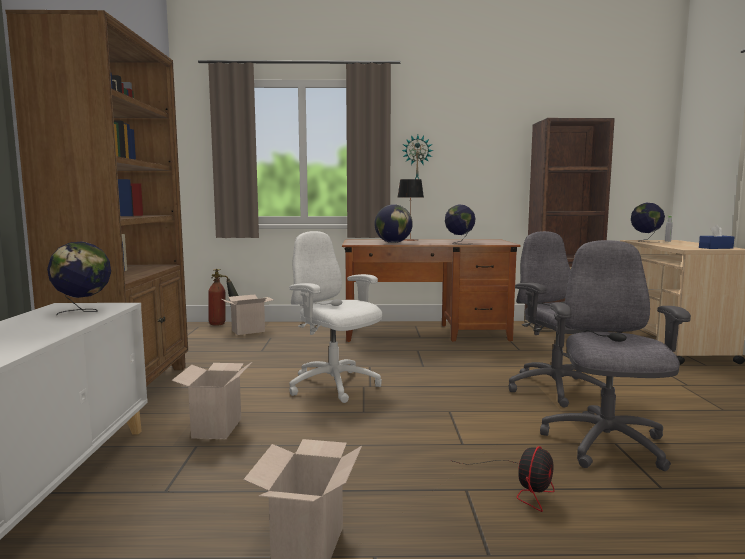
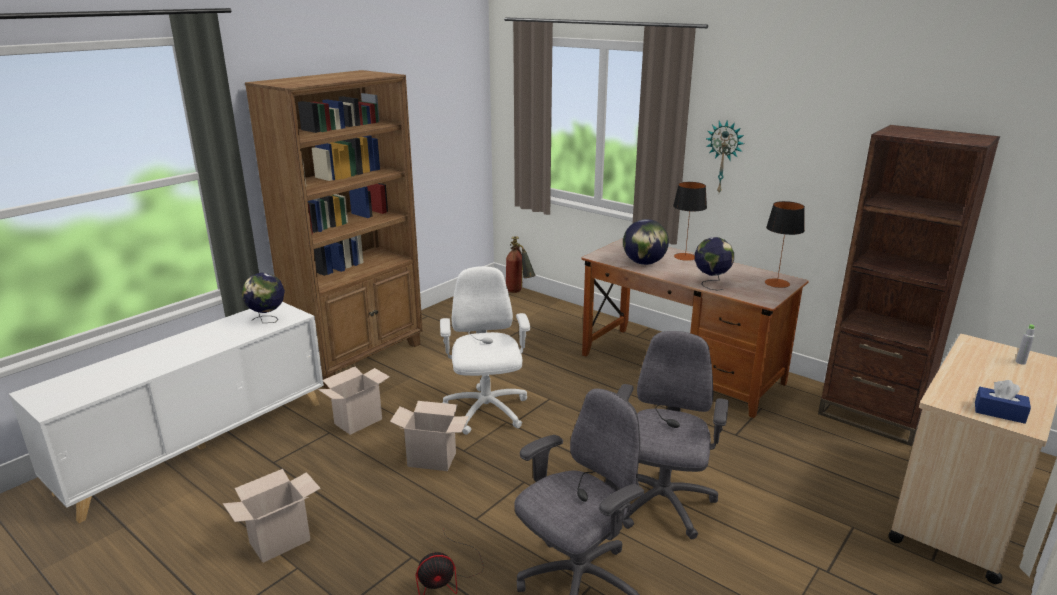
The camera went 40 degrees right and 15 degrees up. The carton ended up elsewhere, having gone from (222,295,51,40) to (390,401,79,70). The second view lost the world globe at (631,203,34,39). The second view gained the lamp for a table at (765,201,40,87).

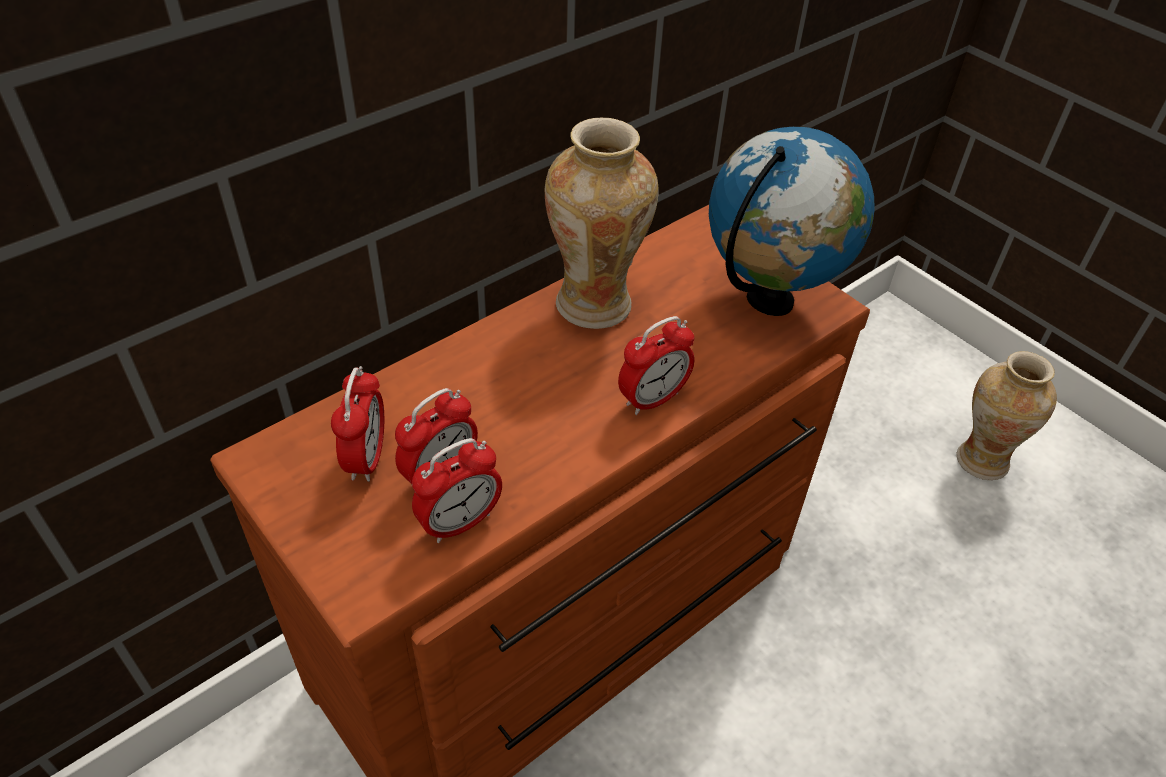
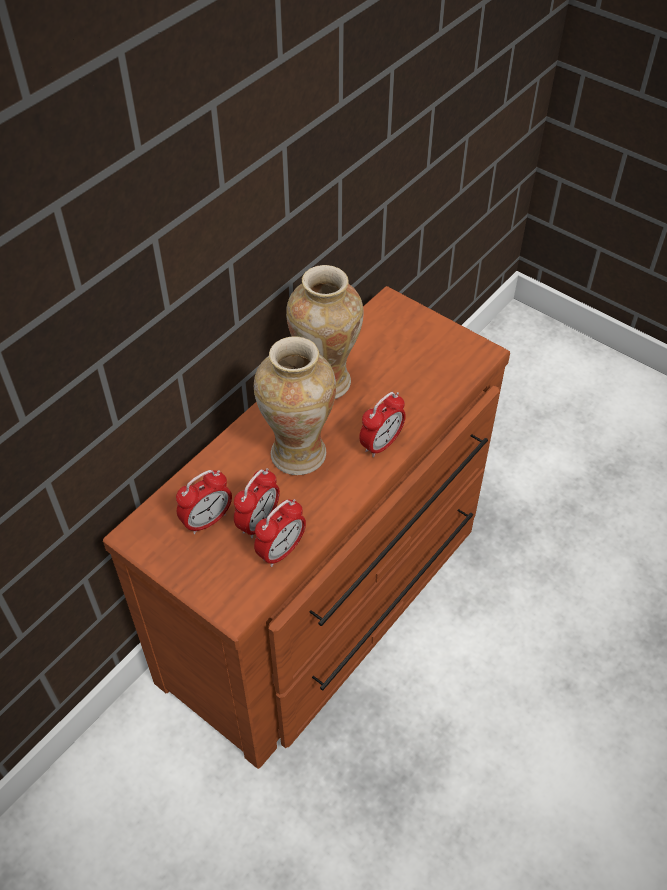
The camera went 10 degrees left and 5 degrees up. The table clock at (331,366,53,116) ended up facing another way, 60 degrees clockwise from before. The second view lost the world globe at (709,127,166,189). The flower vase ended up elsewhere, having gone from (956,351,101,129) to (254,337,82,138).

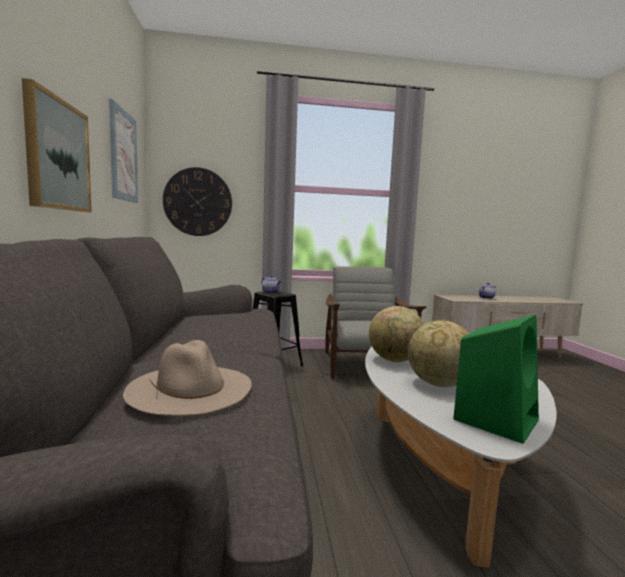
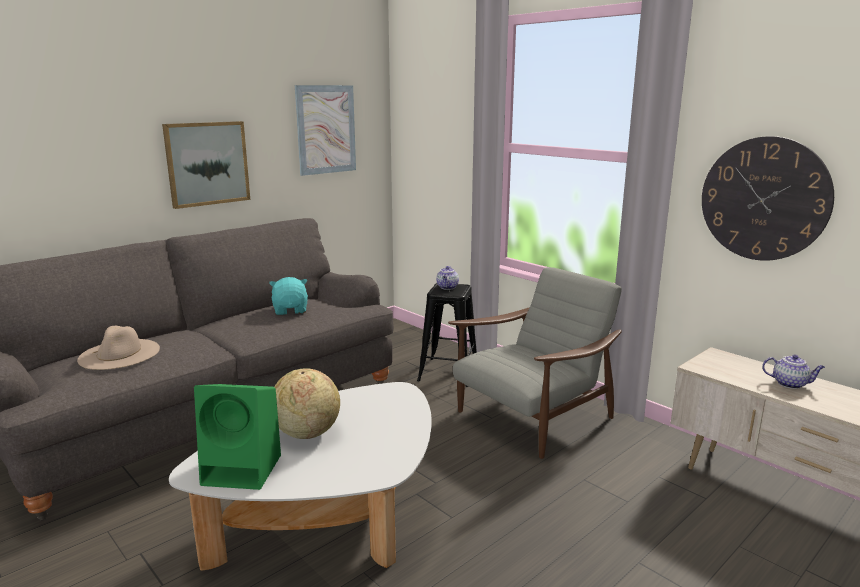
The camera went 55 degrees right and 10 degrees up. The wall clock ended up elsewhere, having gone from (163,167,69,69) to (702,136,132,125). The second view lost the world globe at (369,306,55,56). The second view gained the blue-green plush toy at (269,277,39,38).

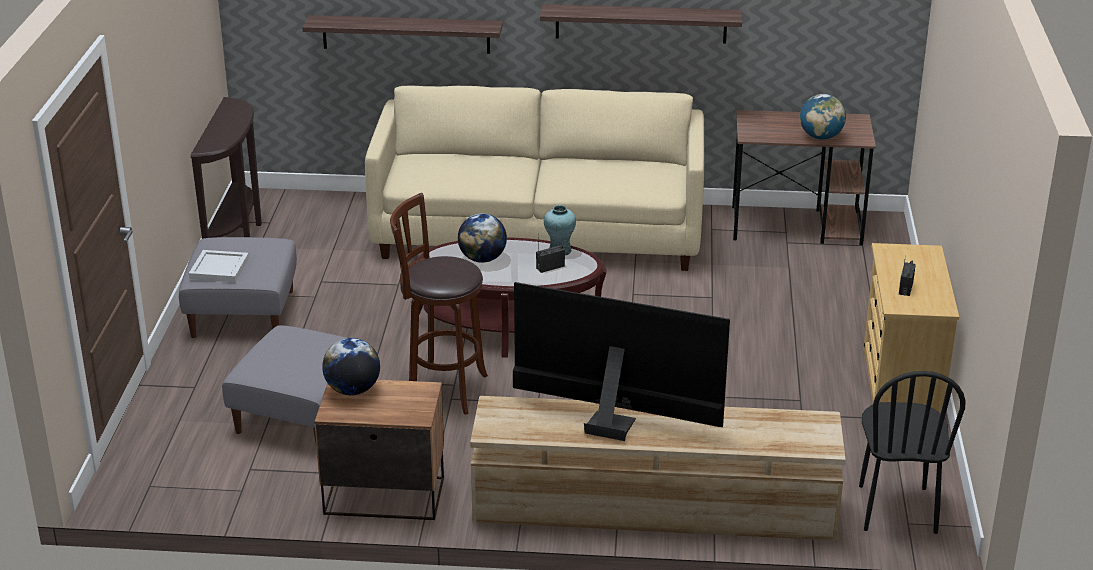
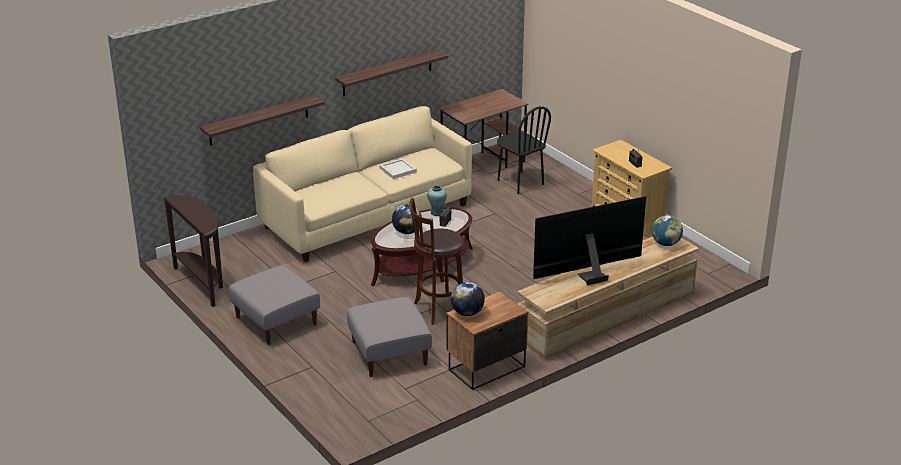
The camera went 40 degrees left and 0 degrees up. The white-coloured serving tray ended up elsewhere, having gone from (189,250,60,32) to (379,158,38,21). The world globe ended up elsewhere, having gone from (800,94,46,46) to (652,215,31,31). The blackish plain chair ended up elsewhere, having gone from (859,371,107,163) to (497,106,54,88).

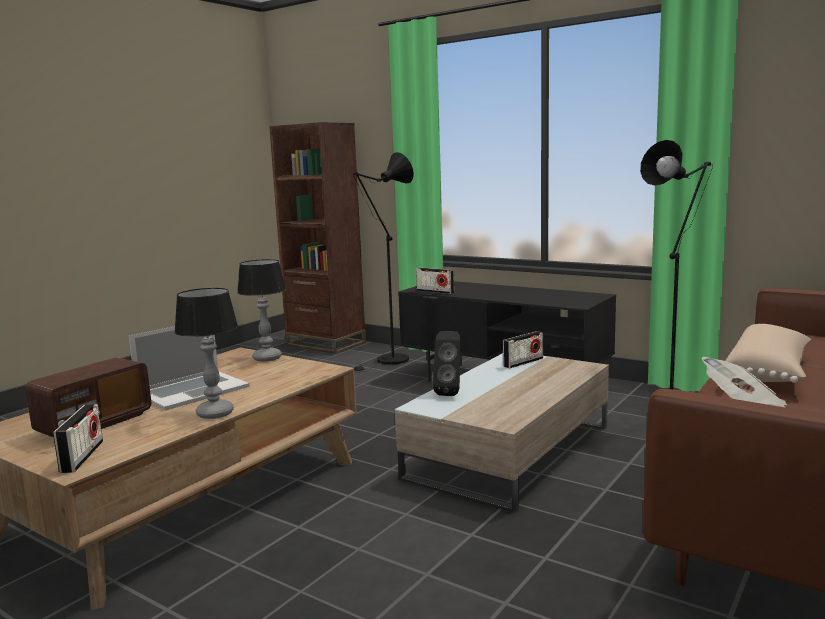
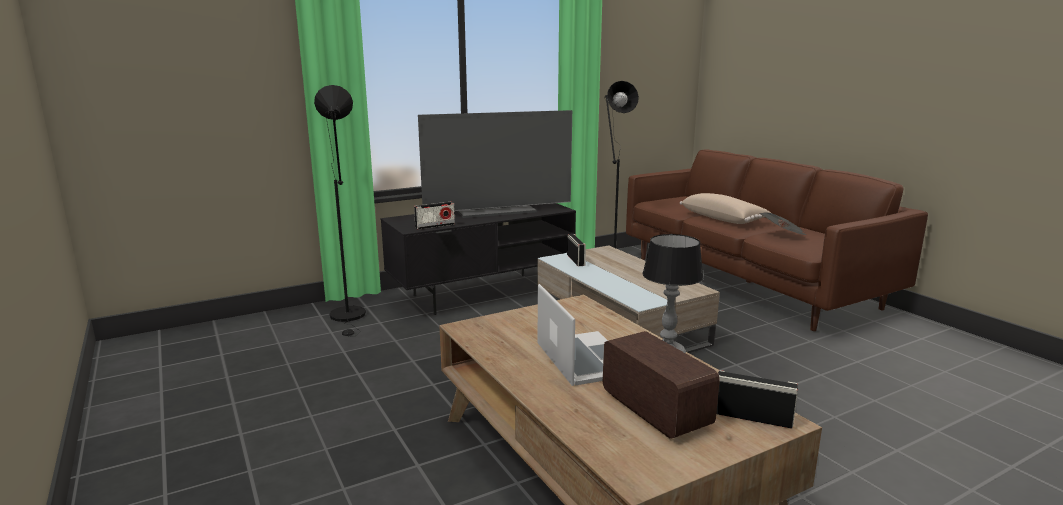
The camera went 65 degrees left and 5 degrees up. The second view lost the lamp for a table at (237,259,49,103). The second view lost the brown-coloured bookcase at (269,122,97,232). The second view lost the blackish audio speaker at (433,331,27,65). The second view gained the TV set at (418,110,154,108).

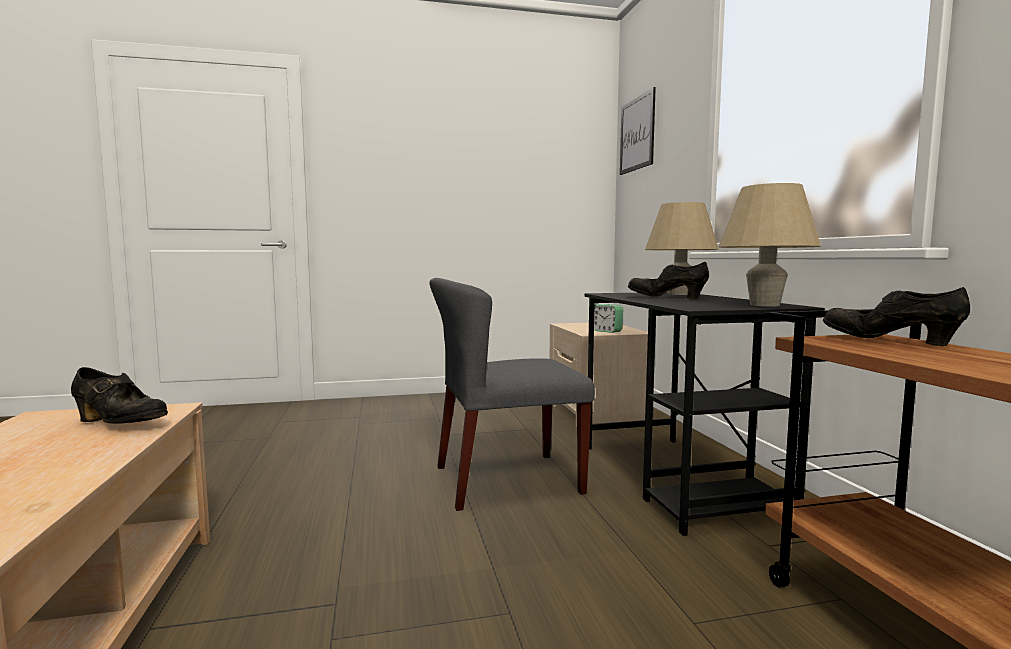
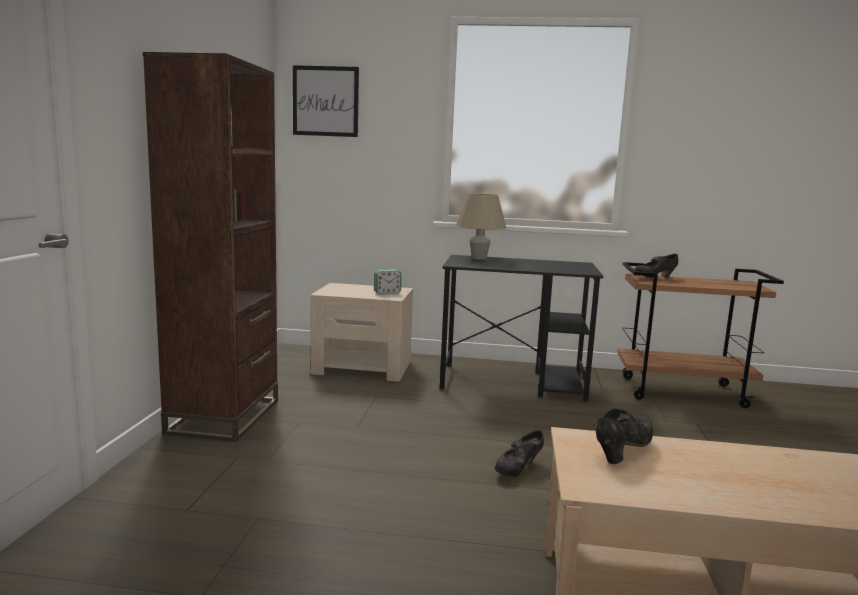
The camera went 70 degrees left and 5 degrees up. The second view lost the gray plain chair at (430,278,165,233). The blackish low shoe ended up elsewhere, having gone from (628,262,81,37) to (495,430,49,47). The second view lost the beige-coloured lamp for a table at (719,183,102,124). The second view gained the brown-coloured bookcase at (143,52,135,390).

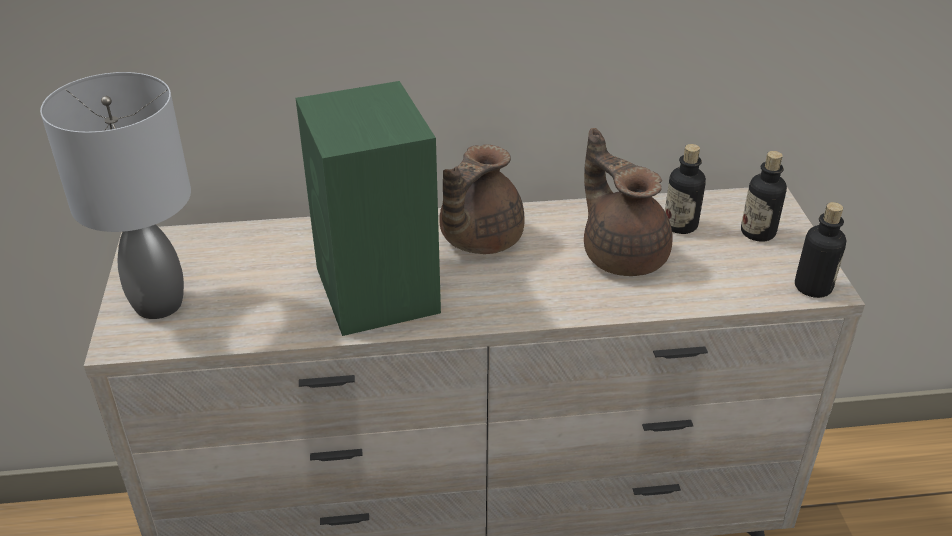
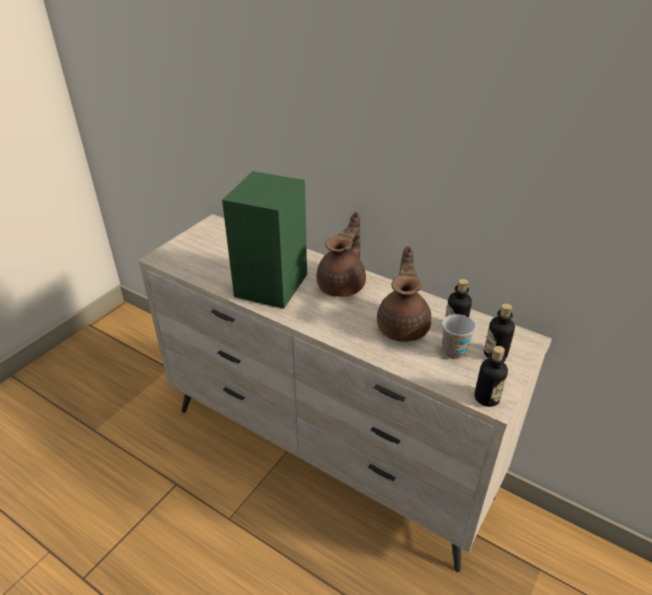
The camera went 40 degrees right and 0 degrees up. The second view lost the gray lamp for a table at (40,72,151,247). The brown-coloured pot for tea at (439,144,86,110) ended up facing another way, 135 degrees clockwise from before. The second view gained the small cup at (442,314,34,45).

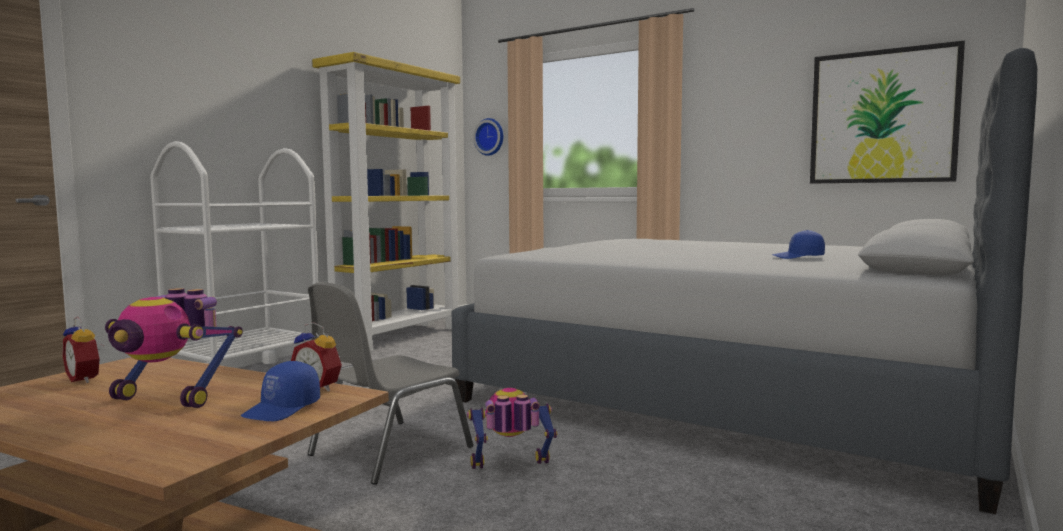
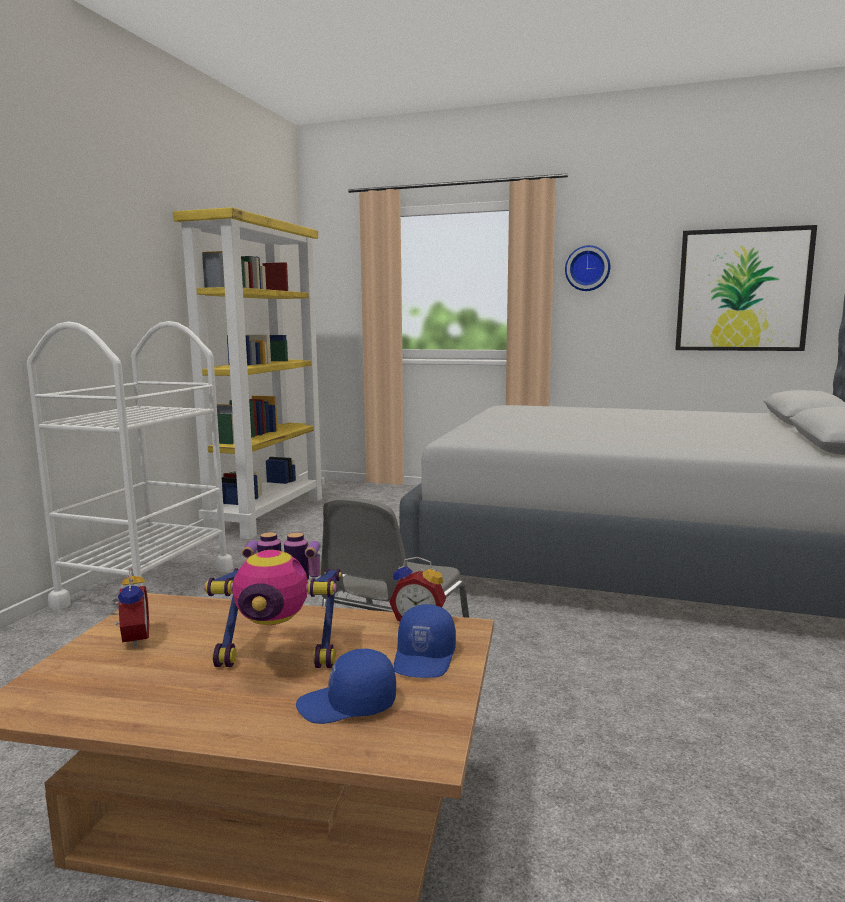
The camera went 15 degrees left and 5 degrees up. The table clock at (62,317,43,66) ended up facing another way, 135 degrees counterclockwise from before. The second view lost the toy robot at (467,388,90,81). The wall clock ended up elsewhere, having gone from (473,118,30,38) to (565,245,45,46). The blue peaked cap ended up elsewhere, having gone from (772,230,53,29) to (296,649,100,75).

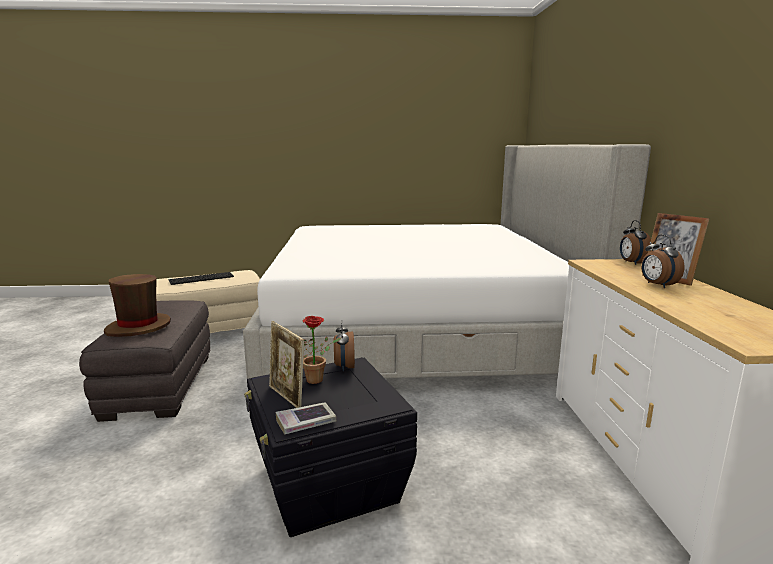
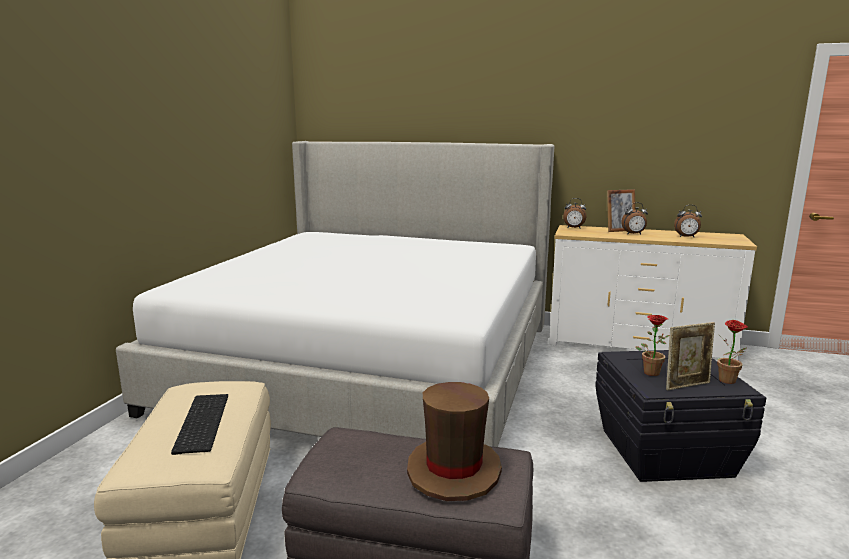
The camera went 70 degrees left and 0 degrees up. Where the volume stood at (275,402,61,32), the houseplant came to stand at (717,320,31,64). The table clock ended up elsewhere, having gone from (334,320,21,51) to (674,205,28,32).

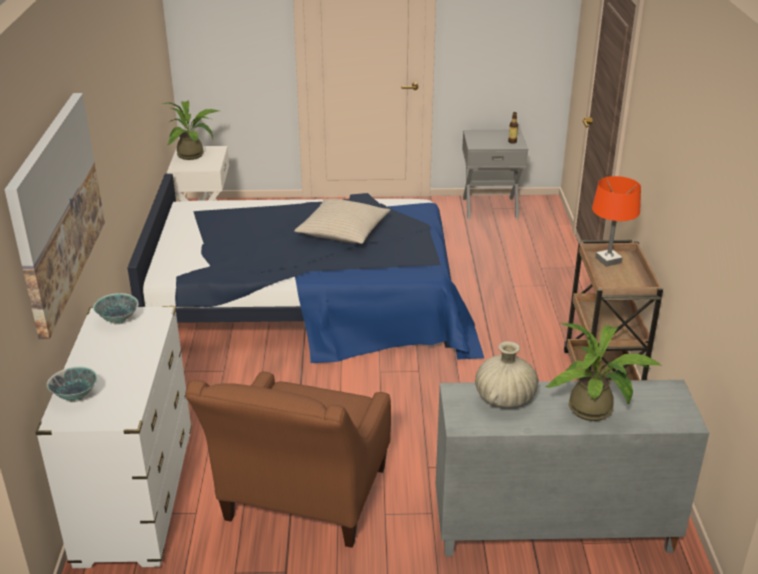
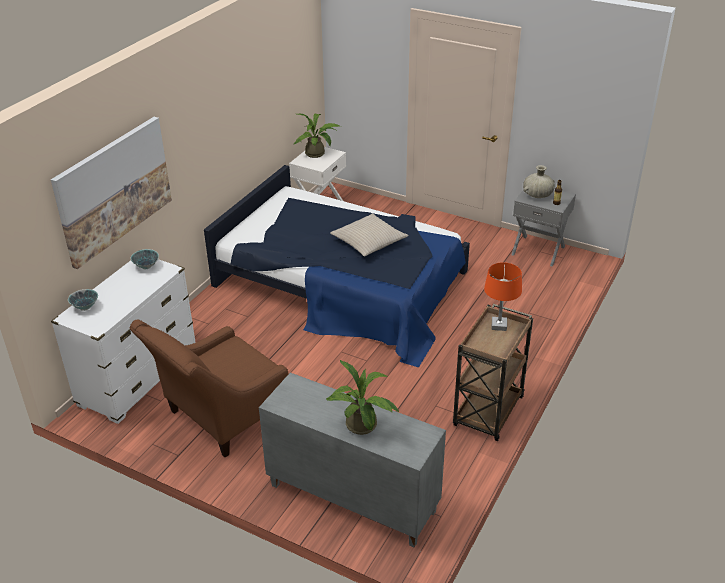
The camera went 30 degrees right and 5 degrees up. The beige-coloured flower vase ended up elsewhere, having gone from (475,341,63,67) to (523,165,32,33).

